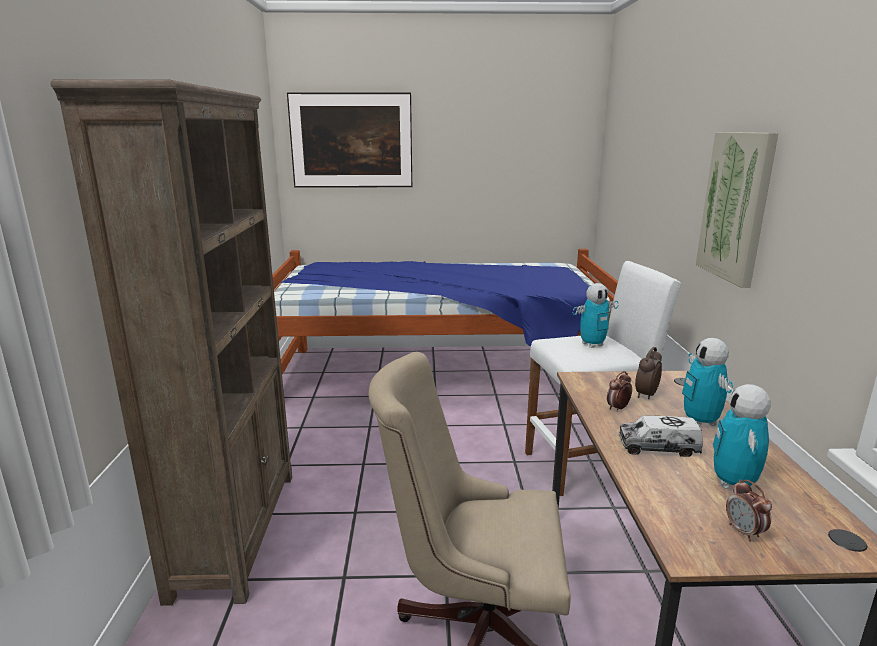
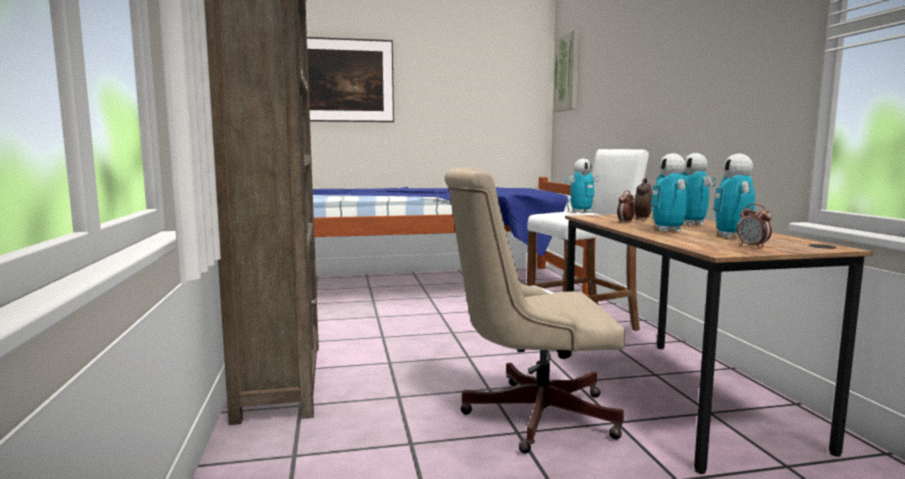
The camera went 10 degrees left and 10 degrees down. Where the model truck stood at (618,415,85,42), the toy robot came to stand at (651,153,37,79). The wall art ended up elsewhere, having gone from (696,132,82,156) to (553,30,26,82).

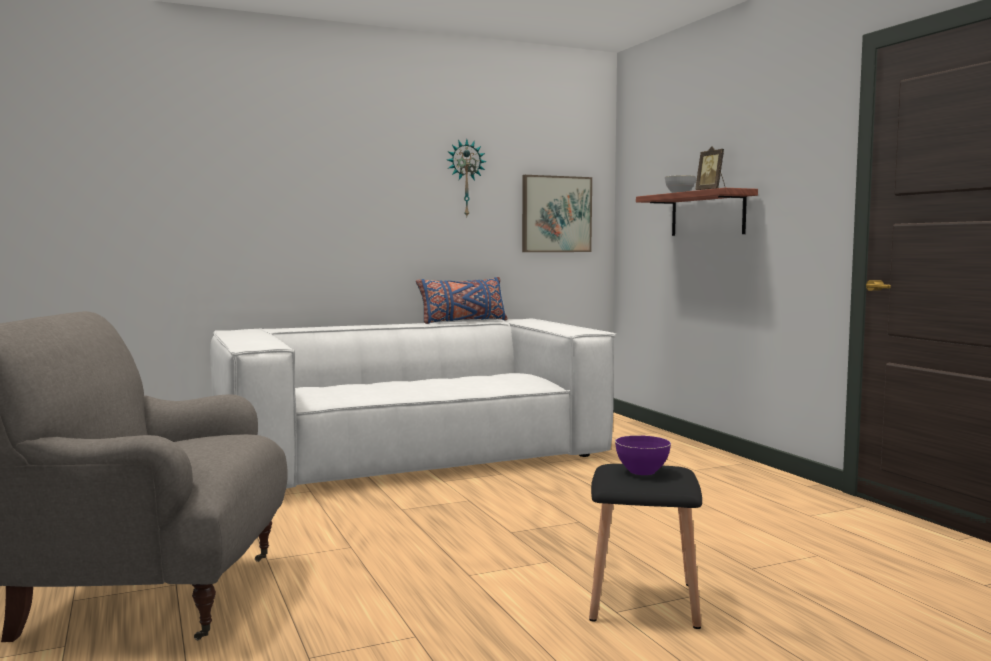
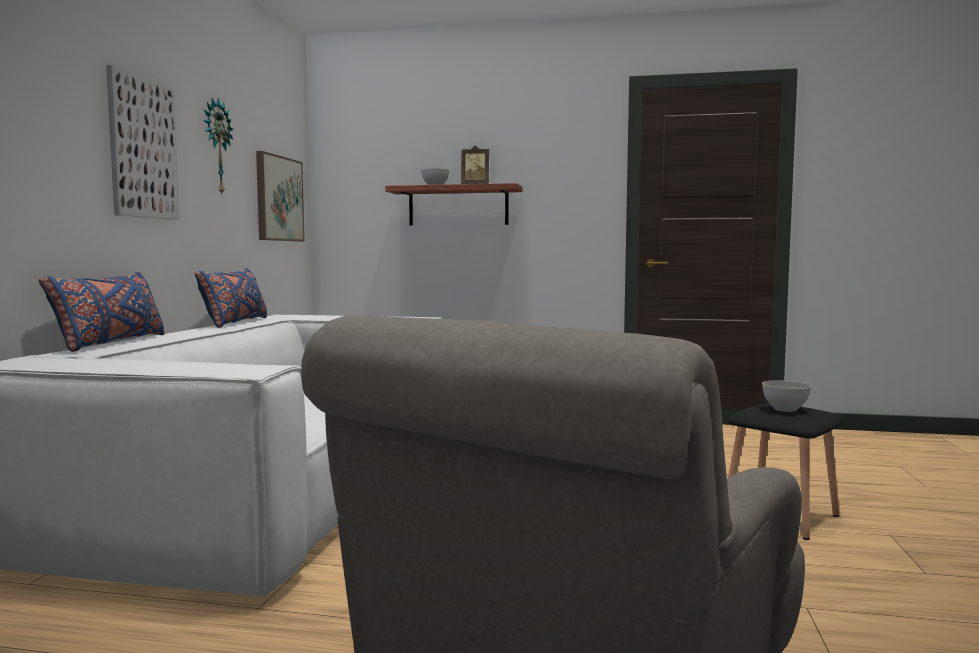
The camera went 55 degrees left and 0 degrees up. What was the purple-coloured serving bowl at (615,435,56,40) turned into the gray serving bowl at (762,380,49,32). The second view gained the blue cushion at (39,272,126,80). The second view gained the wall art at (106,65,74,155).

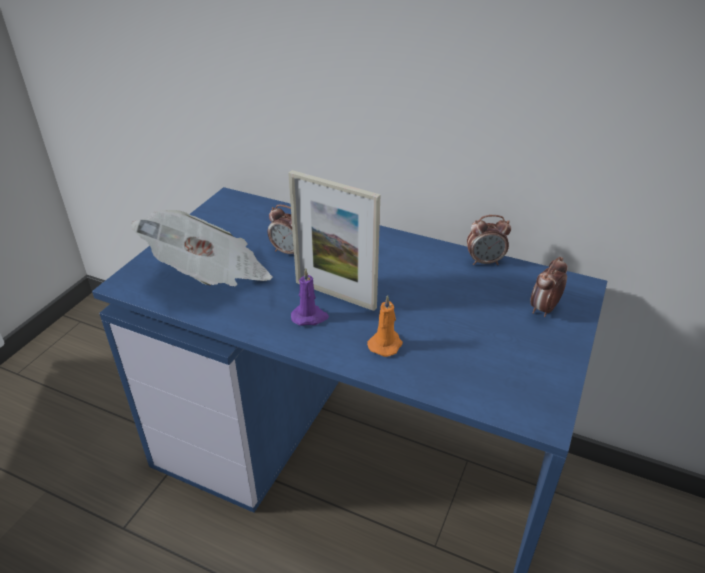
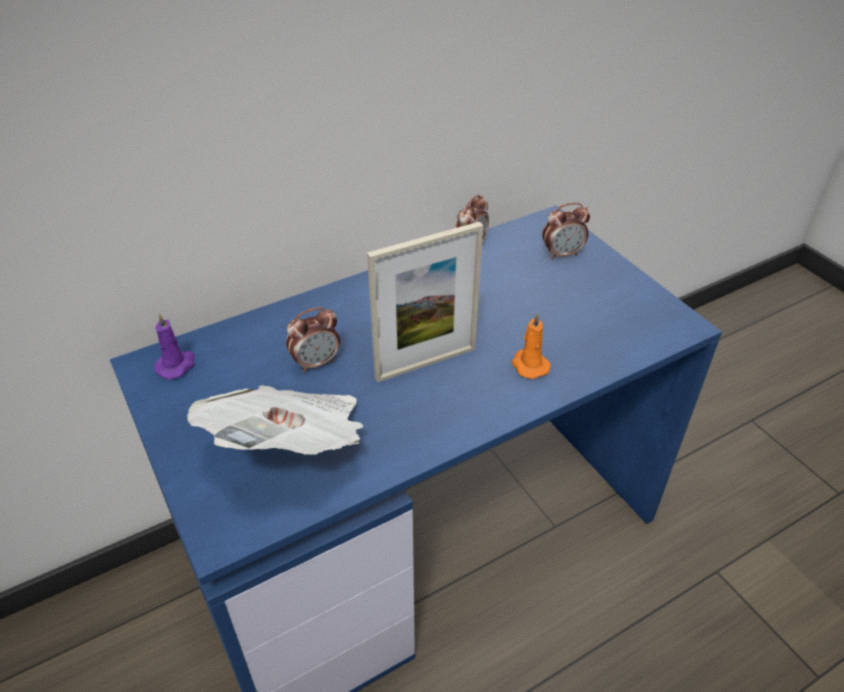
The camera went 55 degrees left and 5 degrees up. The purple-coloured candle ended up elsewhere, having gone from (291,268,38,58) to (154,313,41,66). The table clock at (530,257,38,60) ended up facing another way, 90 degrees counterclockwise from before.

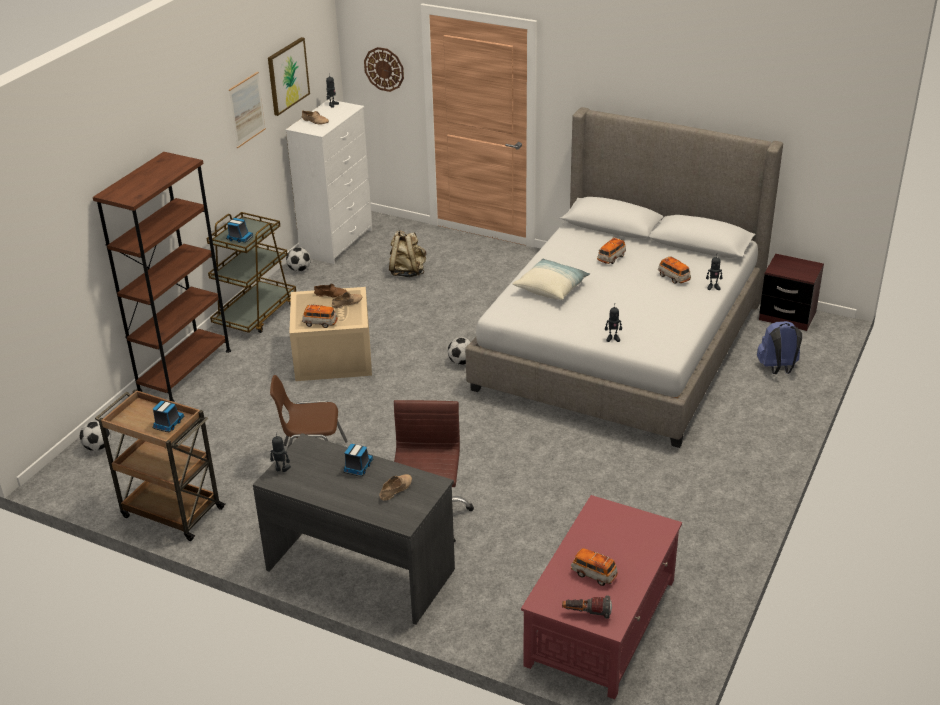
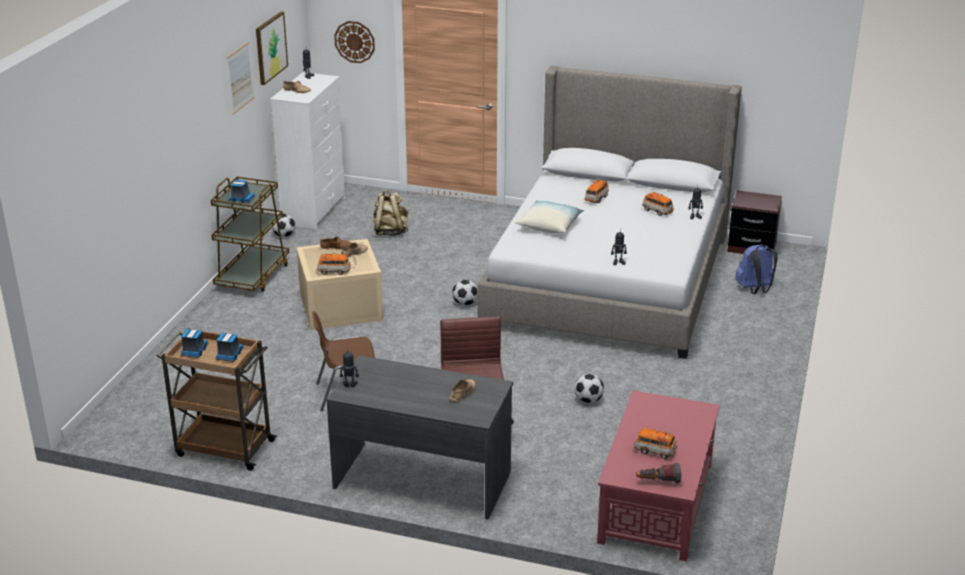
The camera went 10 degrees left and 5 degrees down. The football ball ended up elsewhere, having gone from (80,421,31,30) to (574,374,30,29). The second view lost the brown-coloured bookcase at (93,152,138,250). The model truck ended up elsewhere, having gone from (343,444,30,33) to (181,329,27,29).

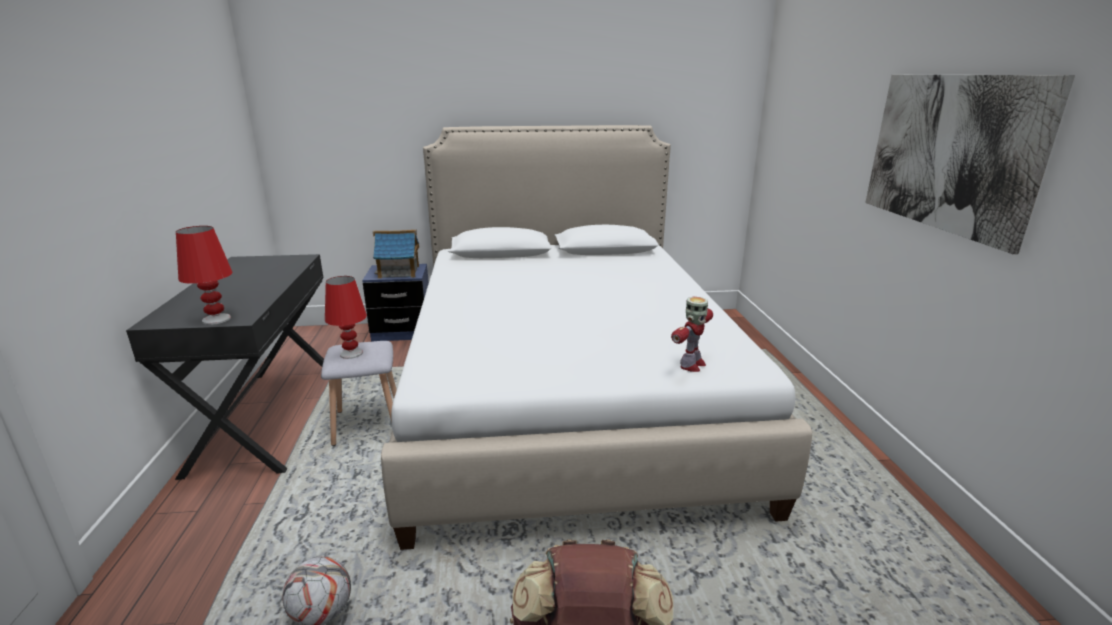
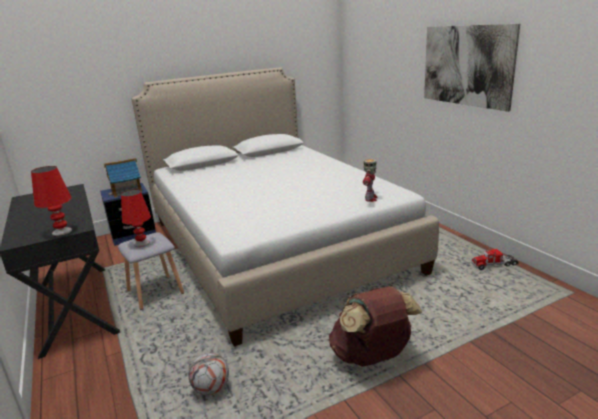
The camera went 20 degrees left and 0 degrees up. The second view gained the model truck at (471,247,48,23).

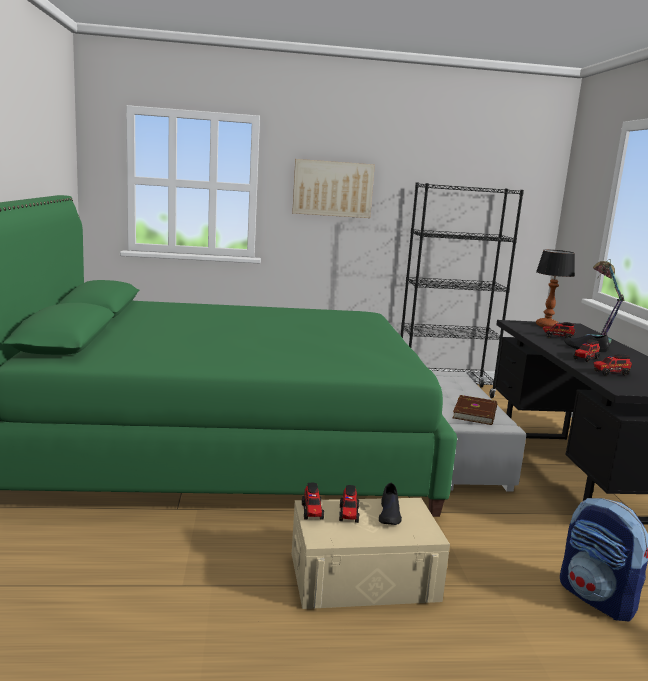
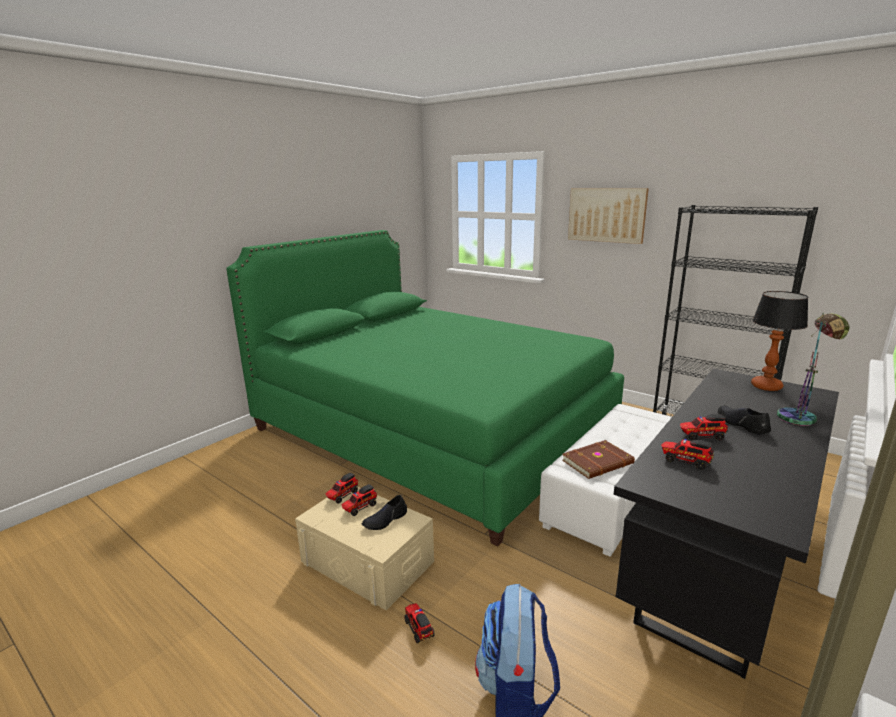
The camera went 45 degrees right and 5 degrees up. The model truck ended up elsewhere, having gone from (543,322,32,16) to (404,603,31,40).

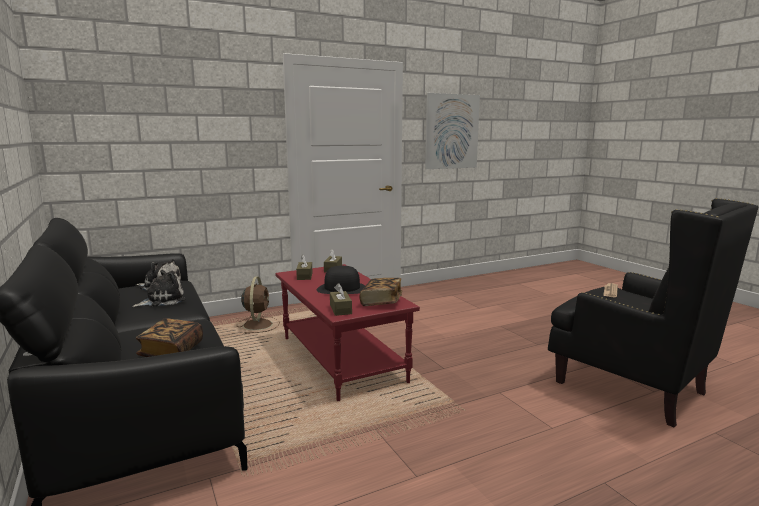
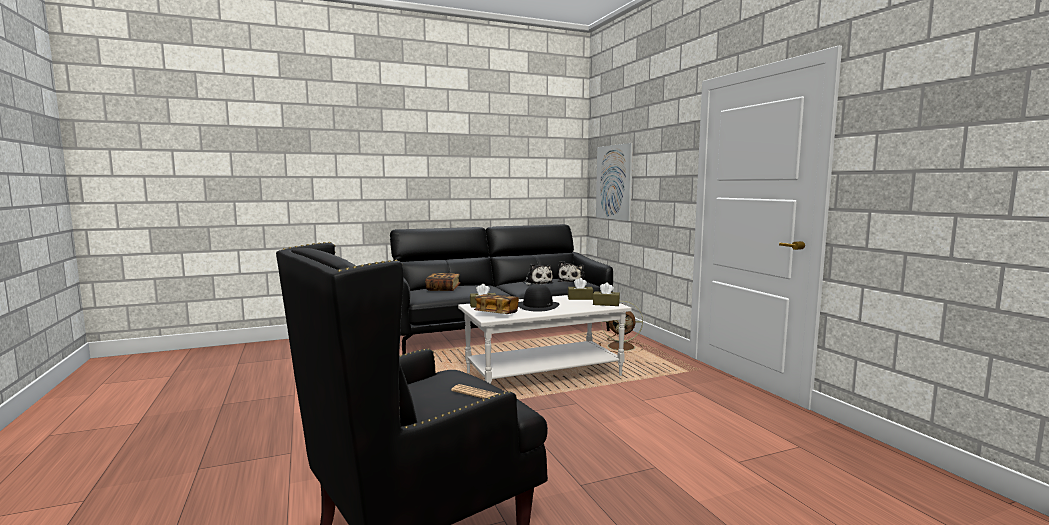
The camera went 95 degrees right and 5 degrees down. What was the red-coloured coffee table at (275,264,145,137) turned into the white-coloured coffee table at (458,295,173,89). The wall art ended up elsewhere, having gone from (425,93,55,76) to (596,143,37,78).

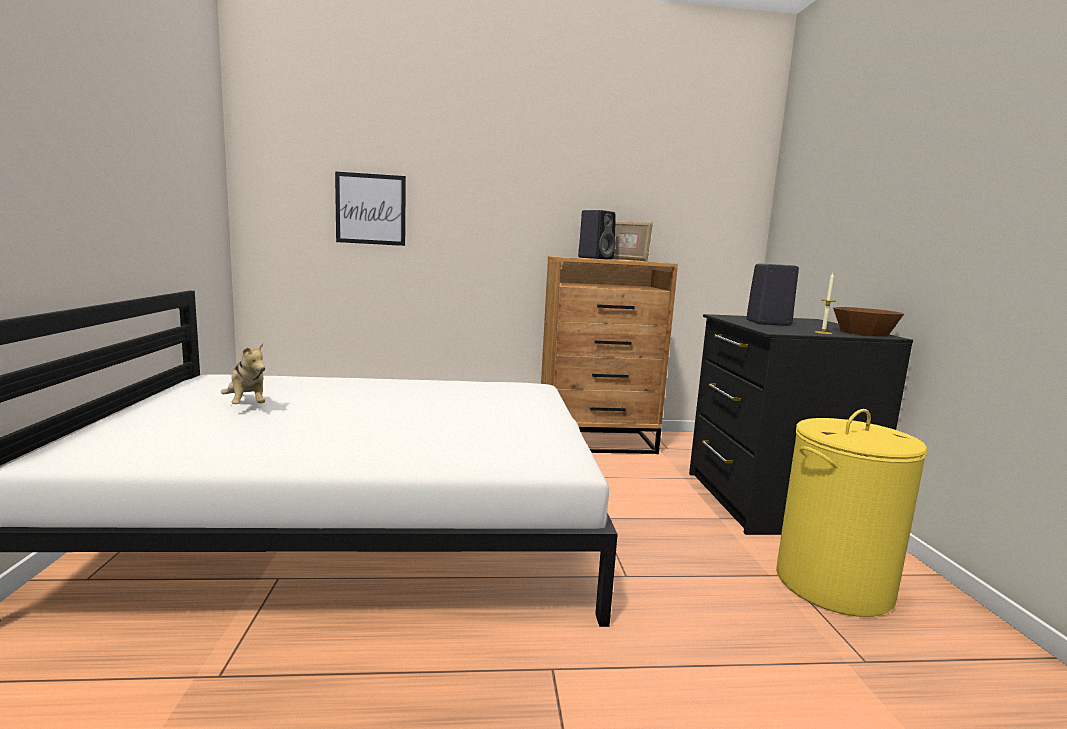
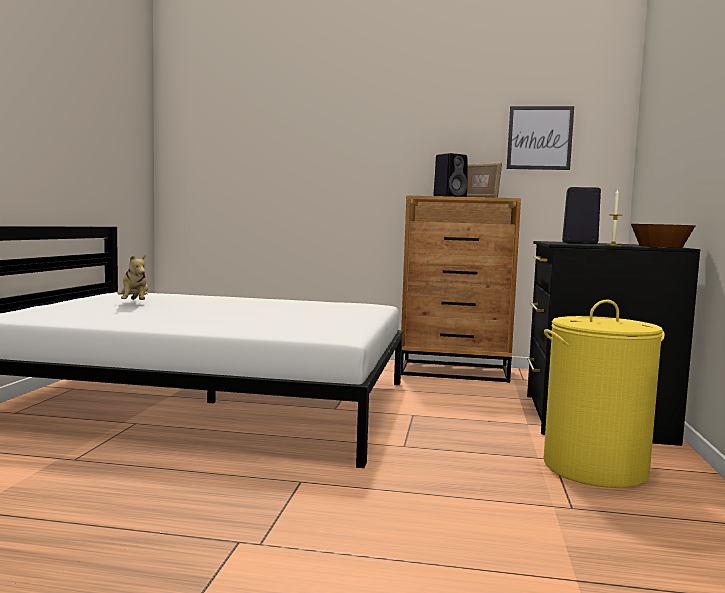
The camera went 15 degrees right and 5 degrees down. The wall art ended up elsewhere, having gone from (335,172,71,74) to (506,106,68,64).

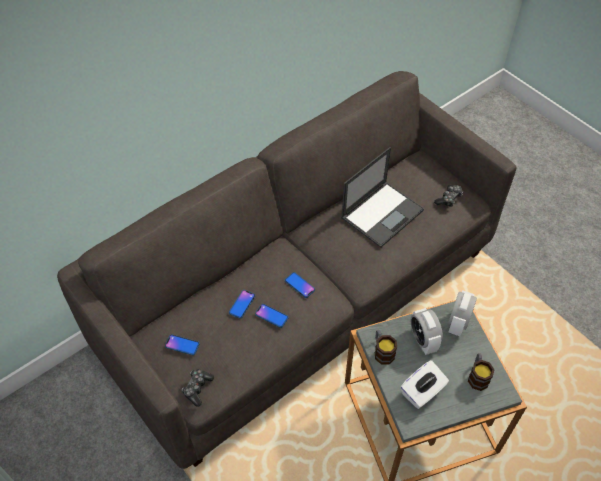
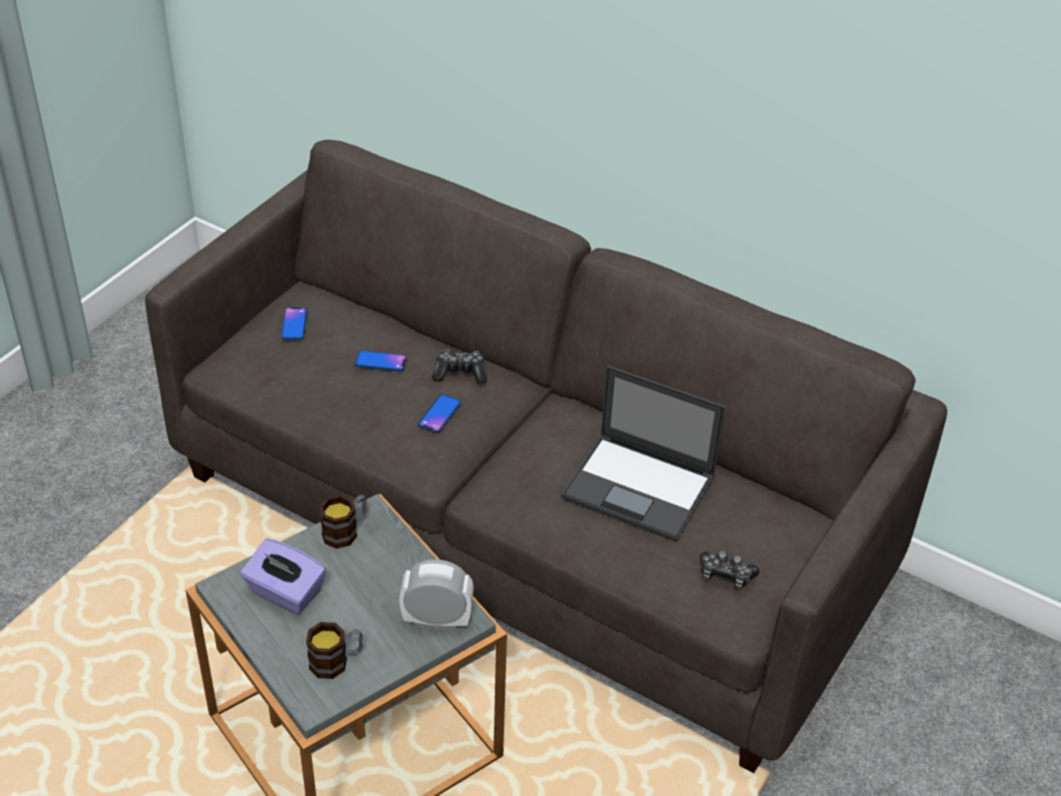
The camera went 70 degrees right and 10 degrees down. The game controller ended up elsewhere, having gone from (182,369,32,38) to (432,350,55,34). The second view lost the handset at (255,304,33,24). What was the white-coloured tissue box at (400,360,49,49) turned into the purple-coloured tissue box at (241,539,85,75). The second view lost the table clock at (411,308,32,47).

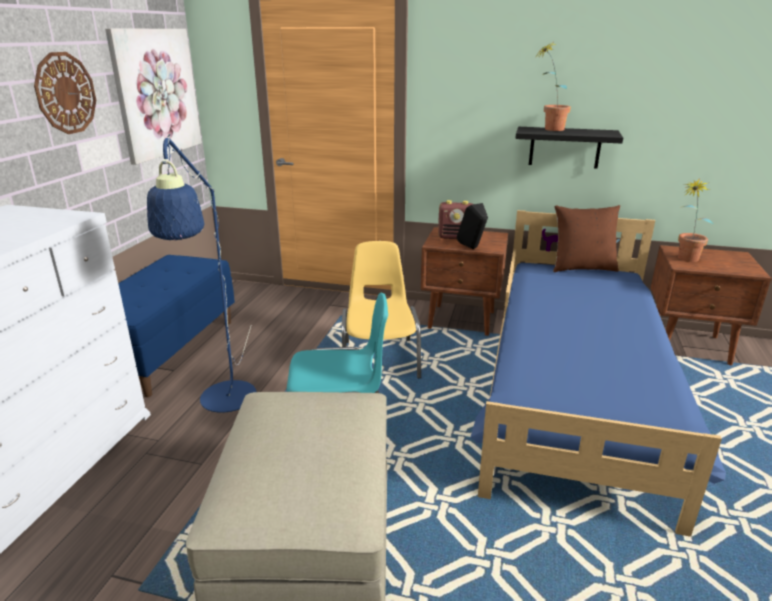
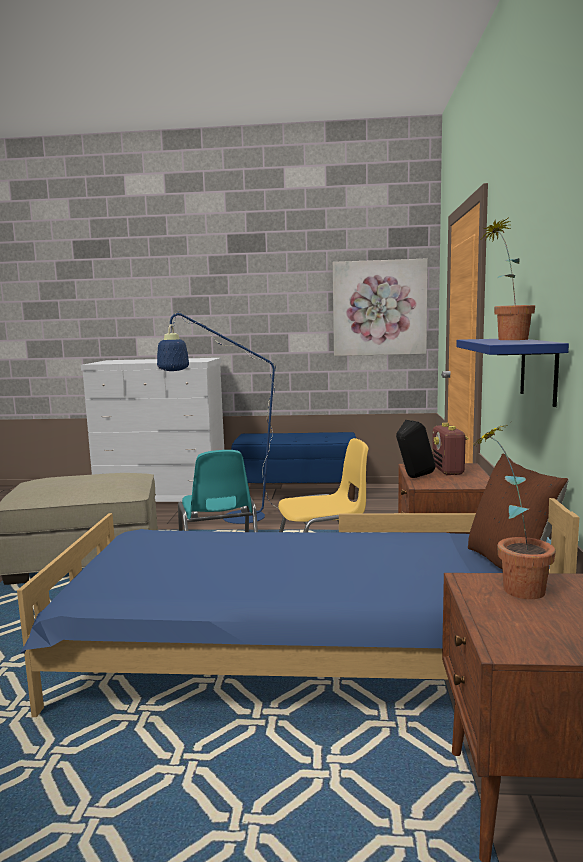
The camera went 80 degrees right and 15 degrees down. The second view lost the wall clock at (34,52,62,82). What was the blackish wall shelf at (515,127,108,42) turned into the blue wall shelf at (456,339,113,68).

